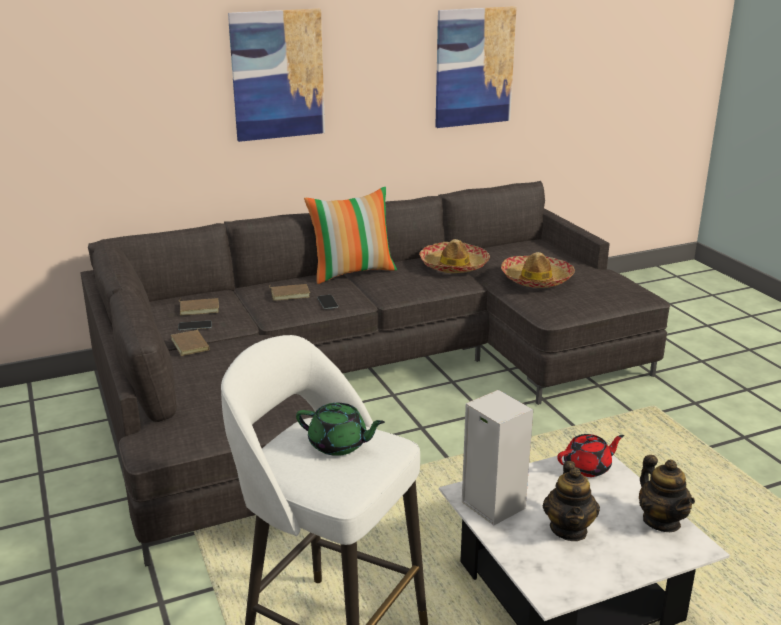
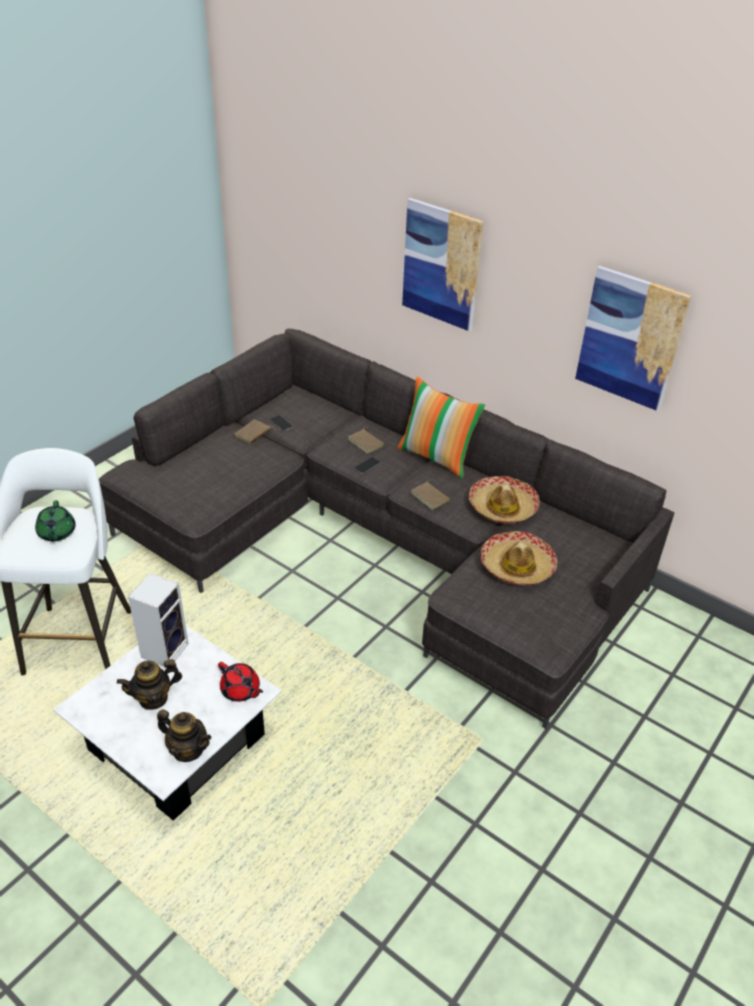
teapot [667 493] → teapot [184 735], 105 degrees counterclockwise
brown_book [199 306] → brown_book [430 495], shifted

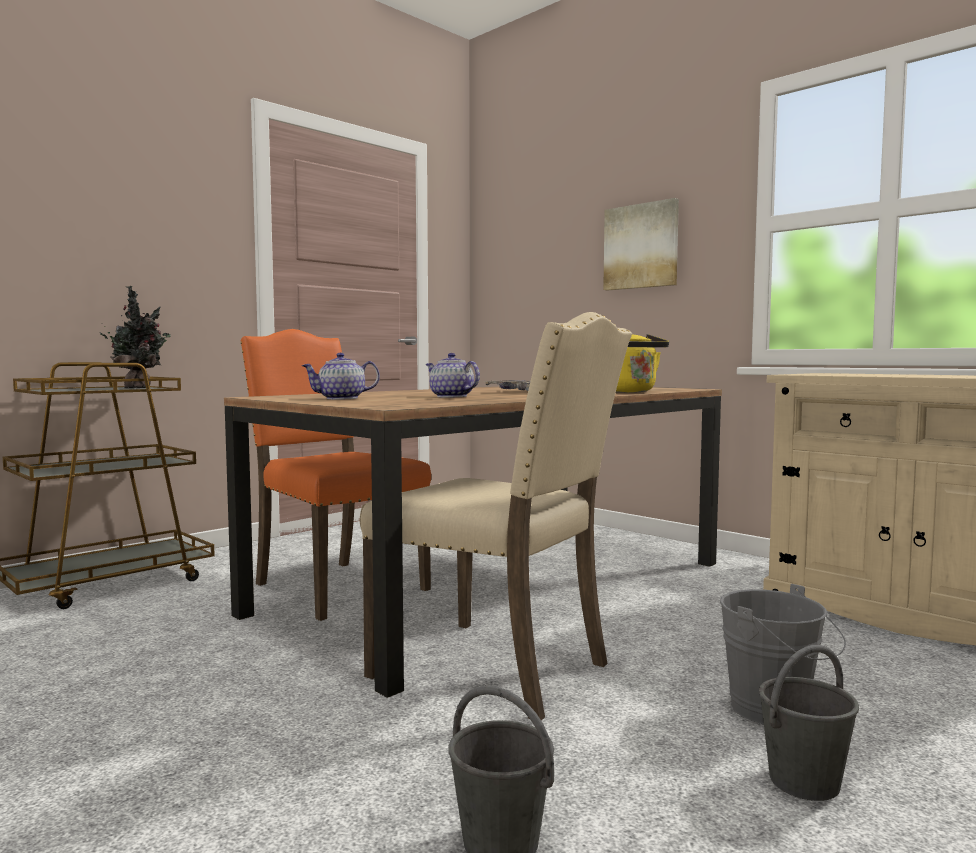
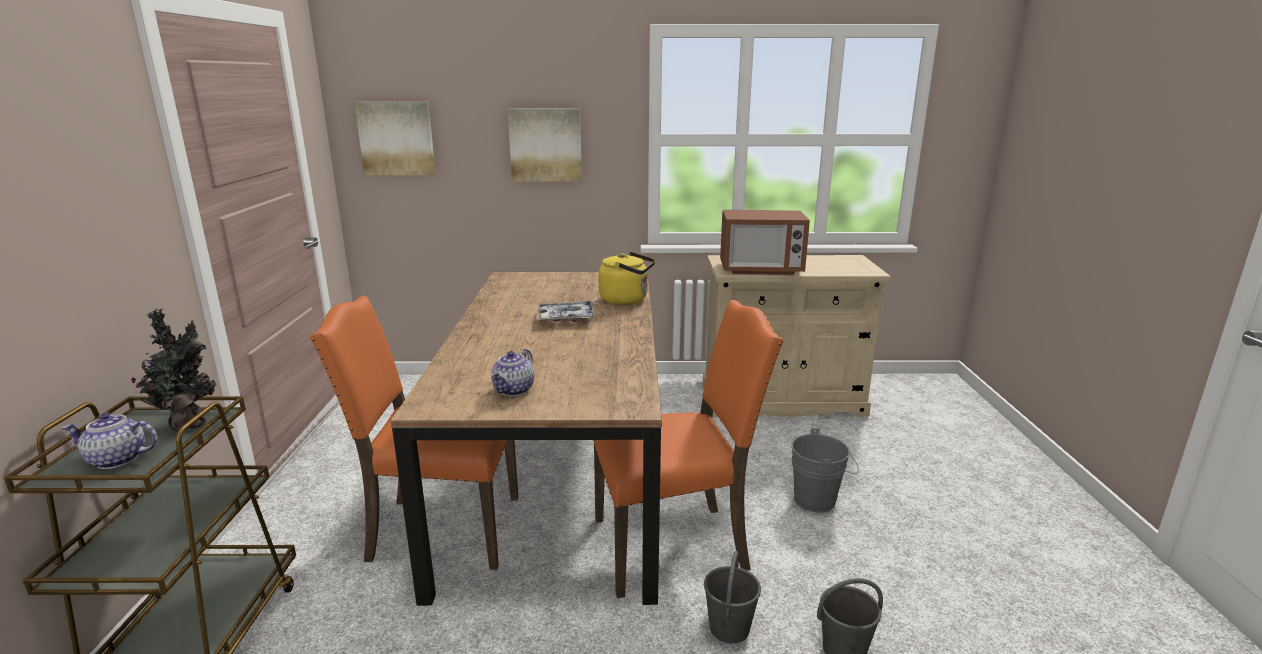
teapot [453 375] → teapot [110 441], shifted
- → picture [395 138]
beige_chair [496 516] → orange_chair [688 449]
grey_bucket [809 723] → grey_bucket [732 597], shifted
- → microwave [765 242]

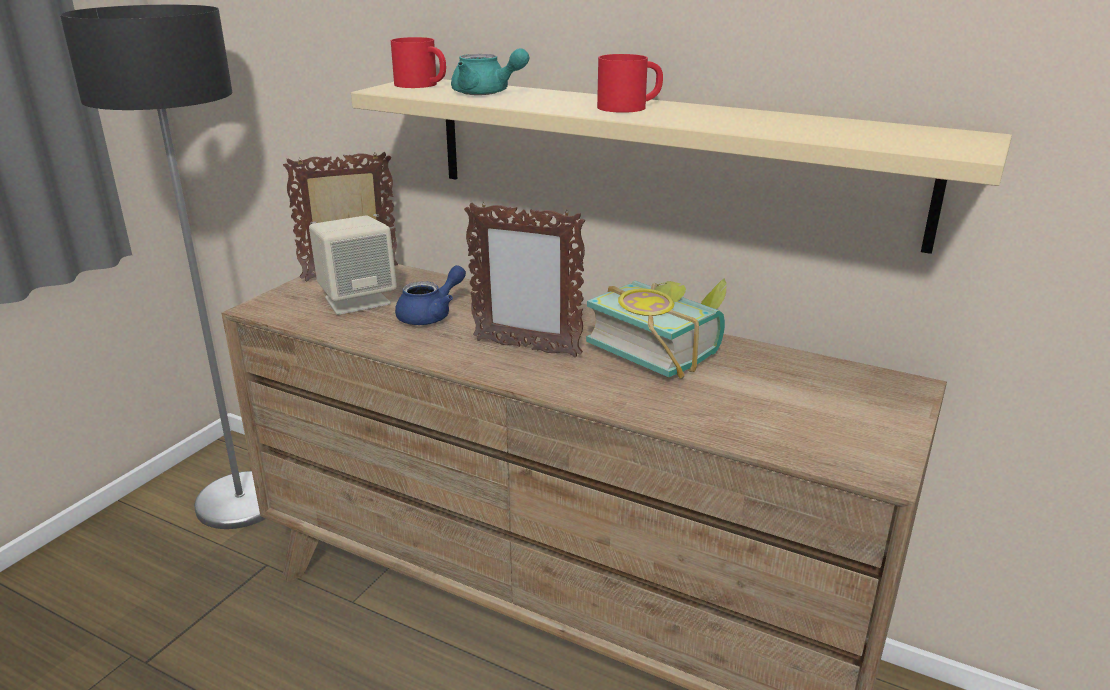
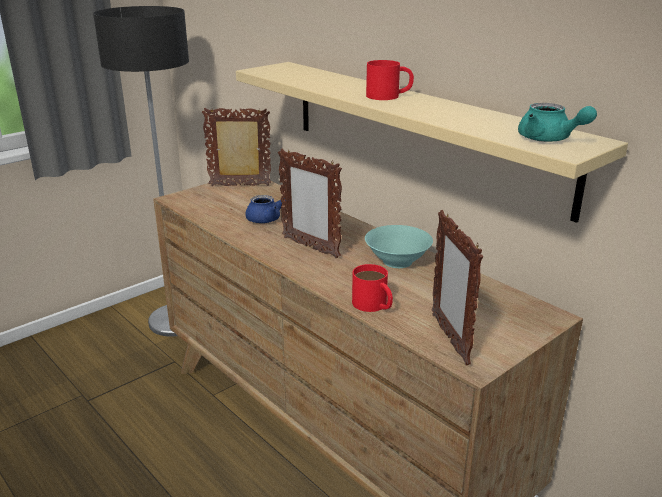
red_mug [418 62] → red_mug [372 288], shifted
book [656 328] → turquoise_bowl [399 246]
- → picture_frame [457 287]
turquoise_teapot [490 71] → turquoise_teapot [557 122], shifted
beige_speaker [353 265] → -

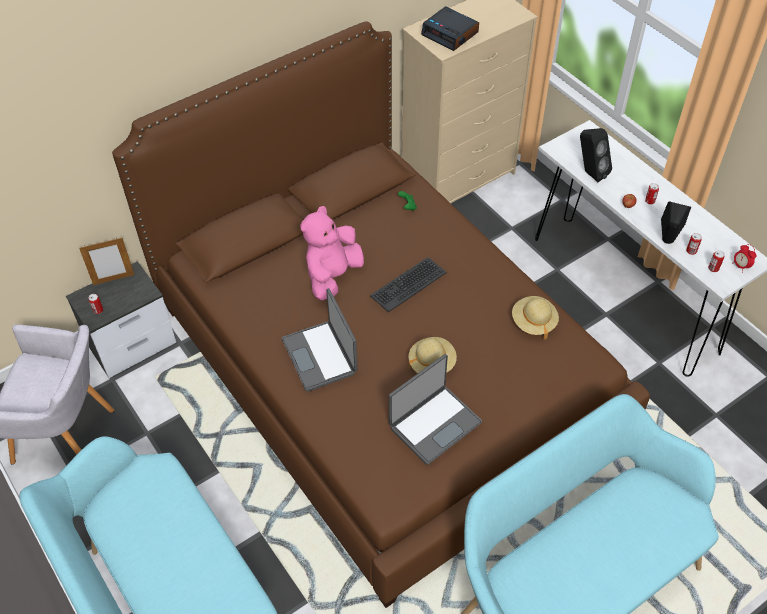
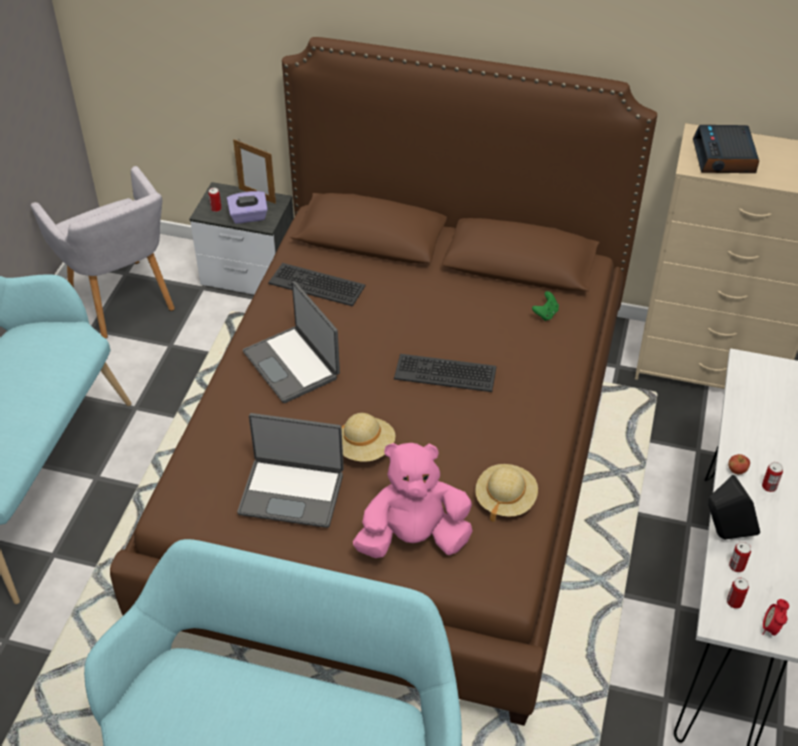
- → purple_tissue_box [247 207]
laptop [320 340] → laptop [291 342], 60 degrees counterclockwise
- → keyboard [317 284]
pink_plush_toy [332 253] → pink_plush_toy [413 500], shifted
black_speaker [596 155] → -

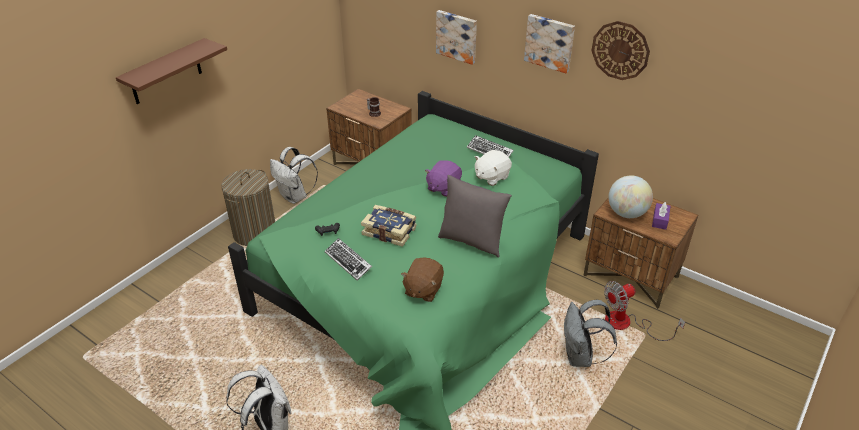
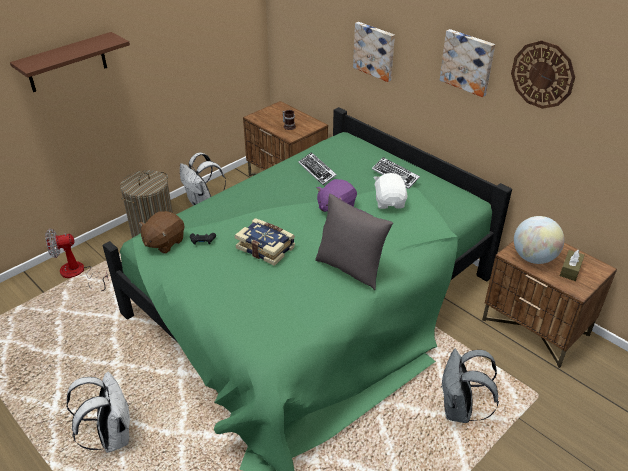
fan [644 311] → fan [77 260], shifted
brown_plush_toy [422 279] → brown_plush_toy [161 232], shifted
keyboard [348 259] → keyboard [317 168], shifted
white_plush_toy [493 168] → white_plush_toy [390 191], 120 degrees clockwise
purple_tissue_box [661 216] → brown_tissue_box [572 265]

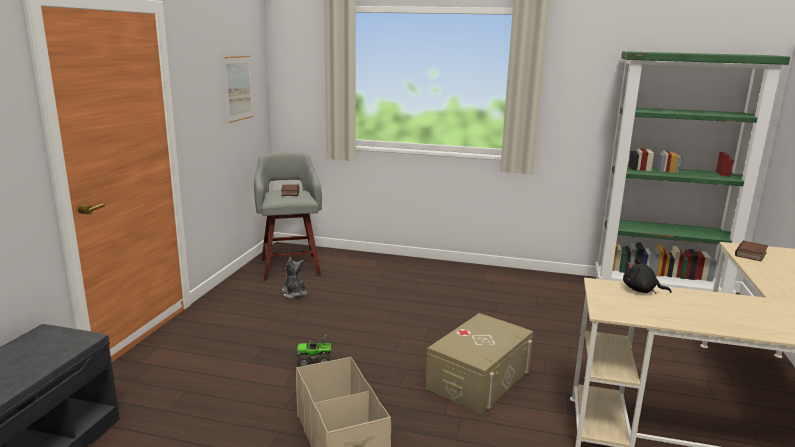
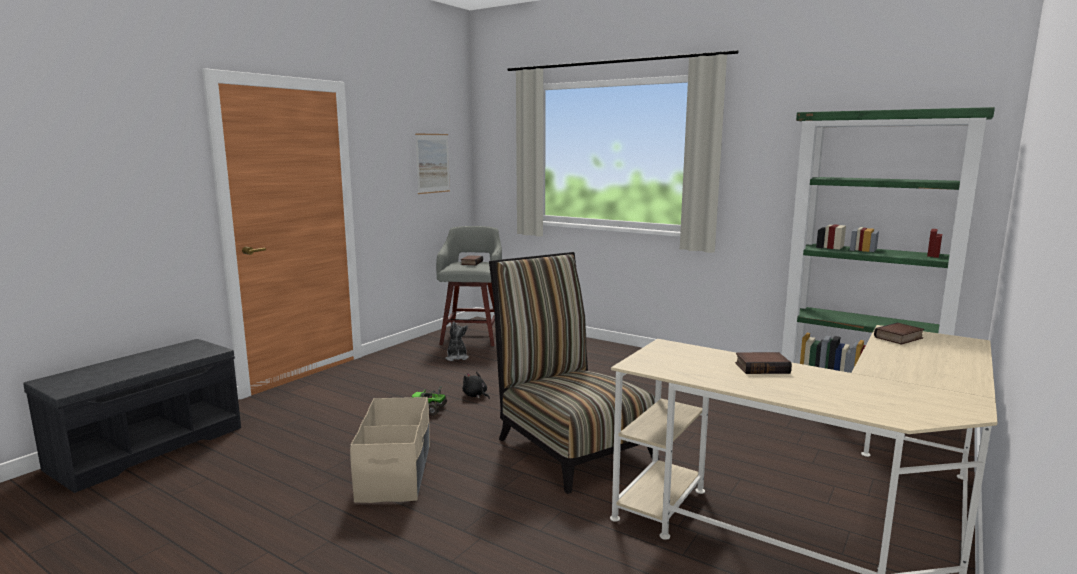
black_plush_toy [647 276] → black_plush_toy [476 385], shifted
beige_storage_box [479 363] → chair [574 373]
- → book [763 363]

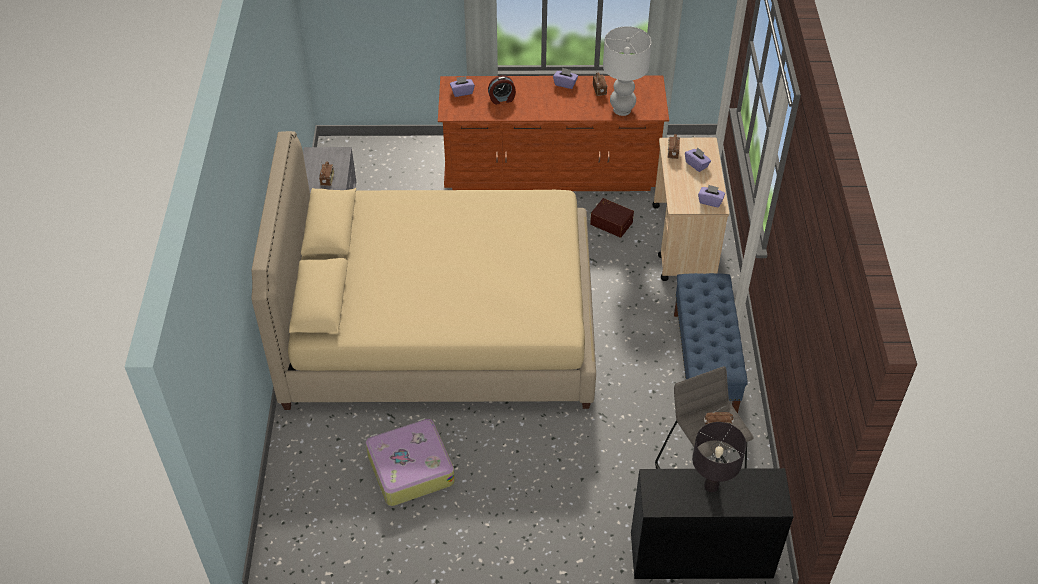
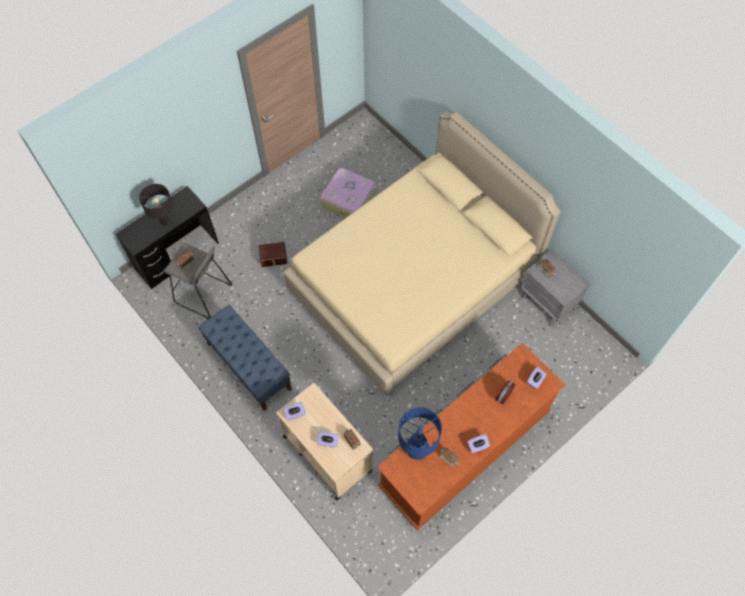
brown_storage_box [612 218] → brown_storage_box [272 254], shifted
white_table_lamp [627 71] → blue_table_lamp [420 433]

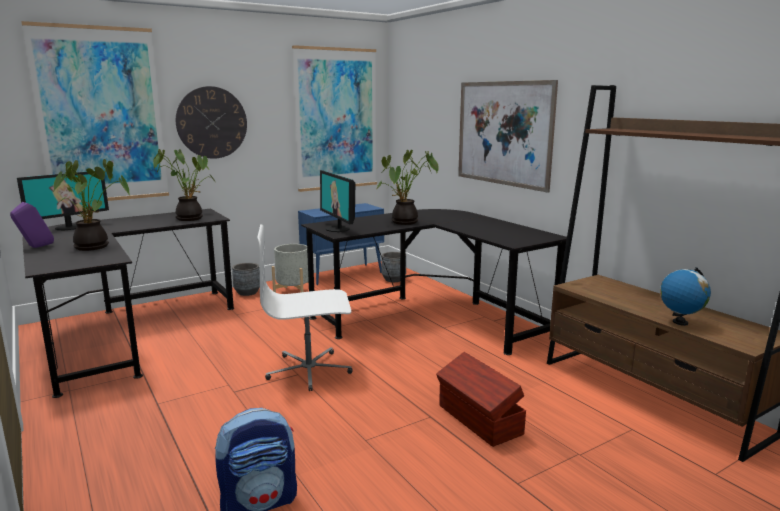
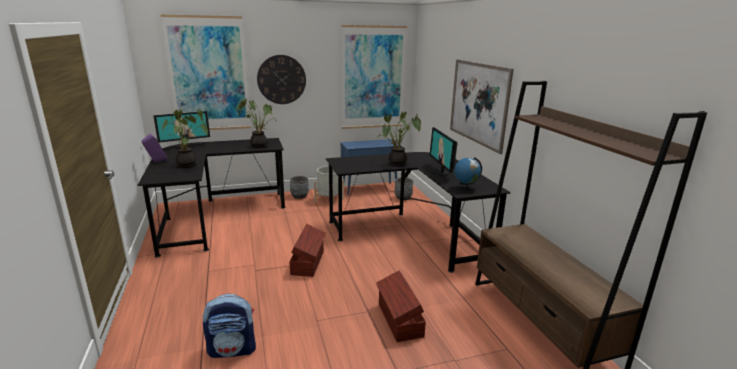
white_office_chair [305 307] → brown_storage_box [307 250]
monitor [337 201] → monitor [443 151], shifted
globe [685 296] → globe [468 173], shifted

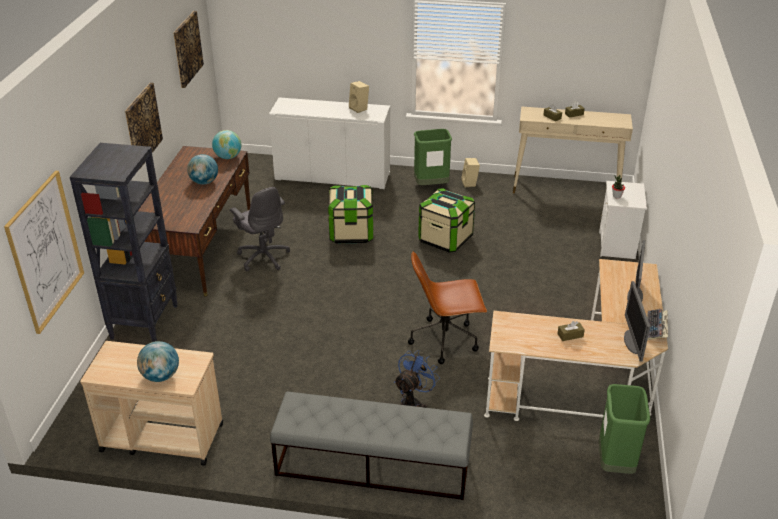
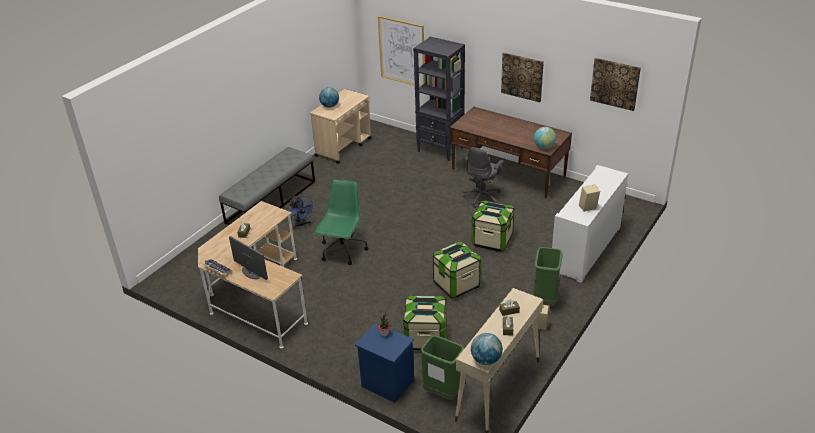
brown_office_chair [447 307] → green_office_chair [342 222]
white_nightstand [623 220] → blue_nightstand [384 363]
- → storage_box [424 322]
green_trash_can [624 429] → green_trash_can [442 367], shifted
grey_office_chair [260 229] → grey_office_chair [483 177], 45 degrees counterclockwise
globe [202 169] → globe [487 349], shifted
monitor [637 321] → -

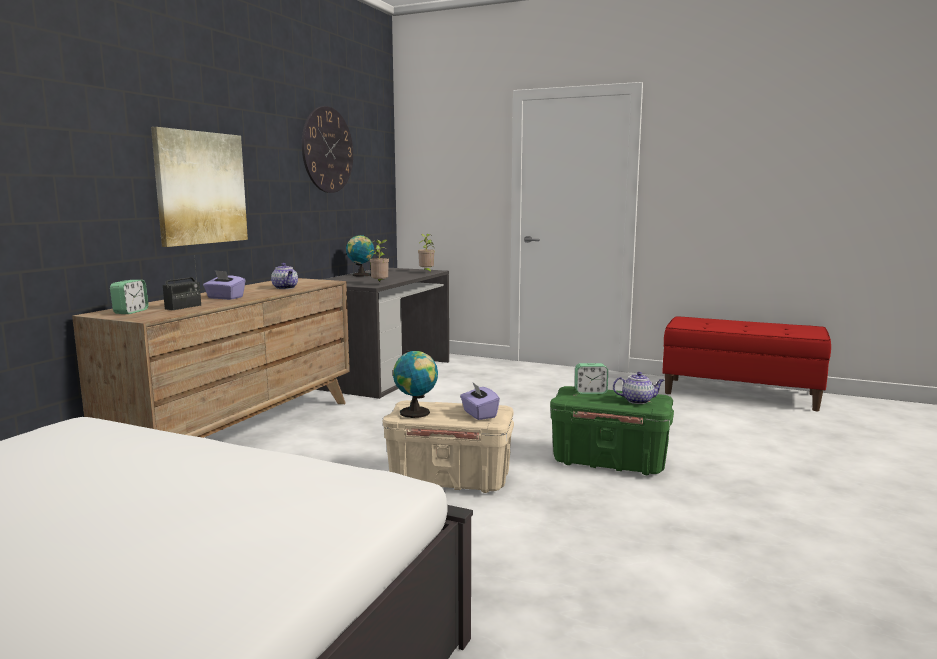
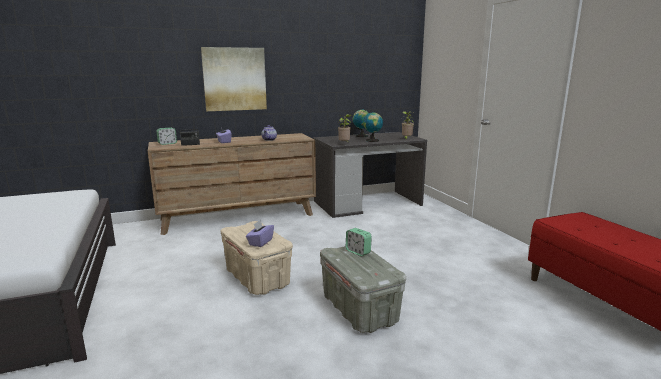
green_storage_box [612 430] → grey_storage_box [363 289]
globe [415 384] → globe [373 127], shifted
wall_clock [327 149] → -
teapot [639 388] → -

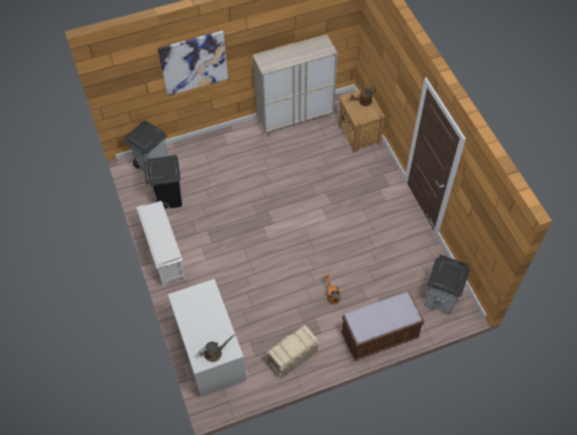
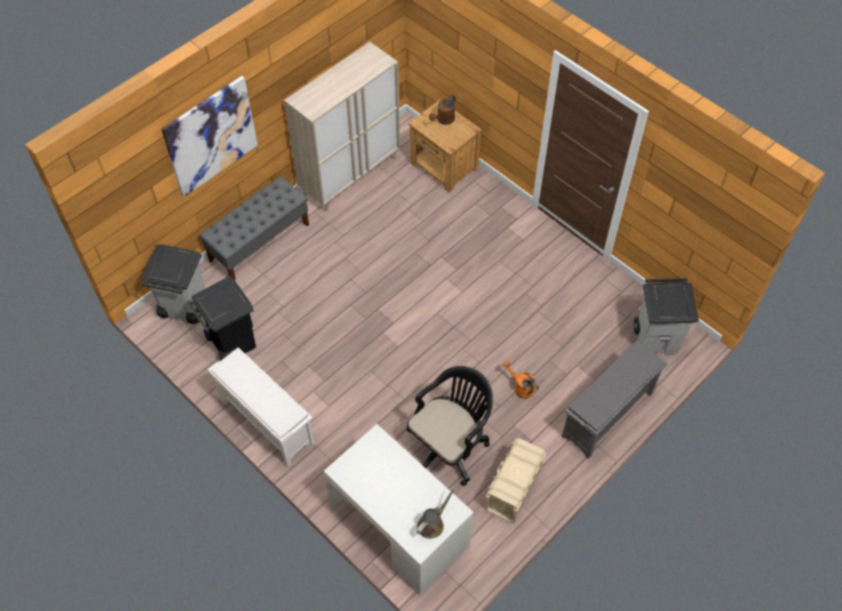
- → grey_bench [254 228]
- → black_office_chair [450 426]
brown_bench [382 326] → grey_shoe_rack [615 399]

